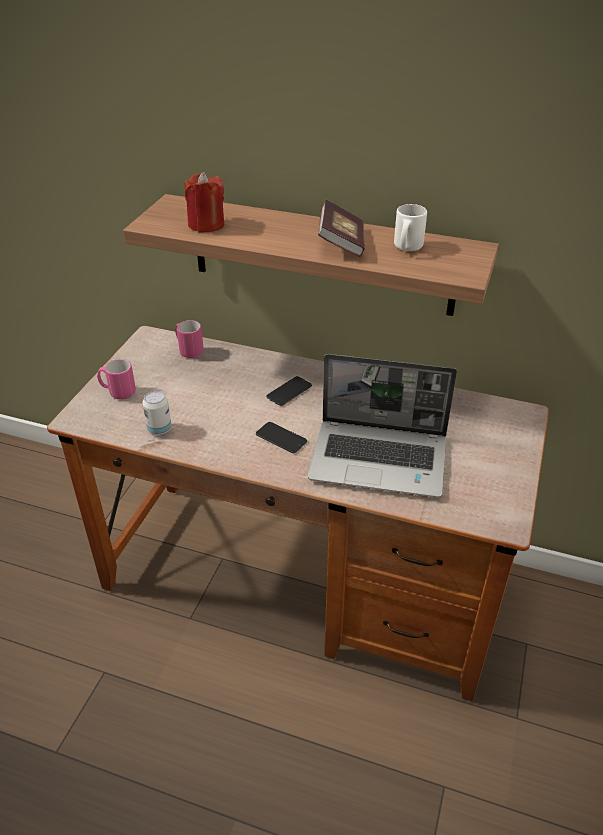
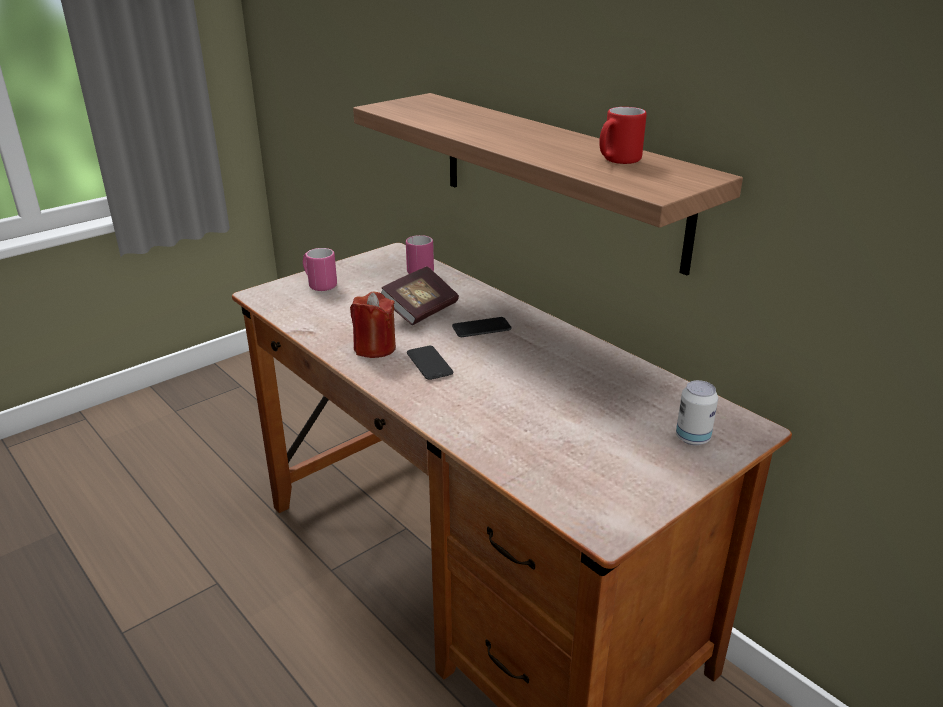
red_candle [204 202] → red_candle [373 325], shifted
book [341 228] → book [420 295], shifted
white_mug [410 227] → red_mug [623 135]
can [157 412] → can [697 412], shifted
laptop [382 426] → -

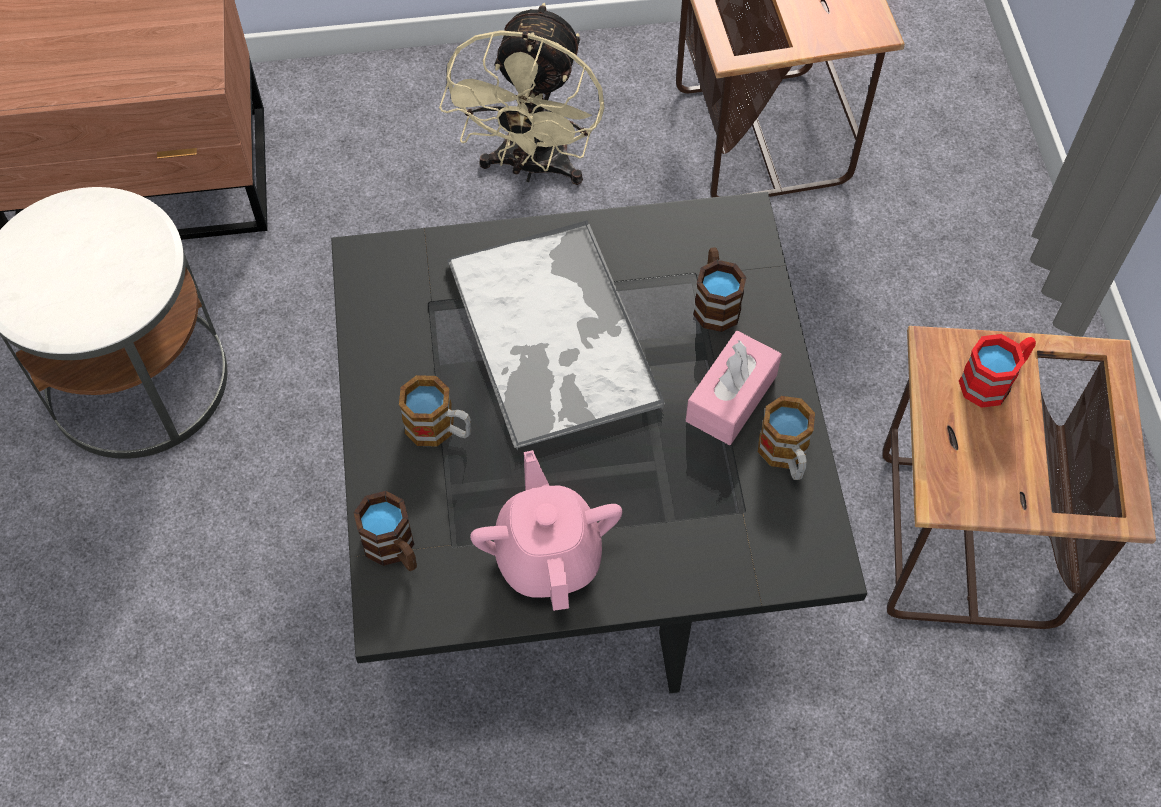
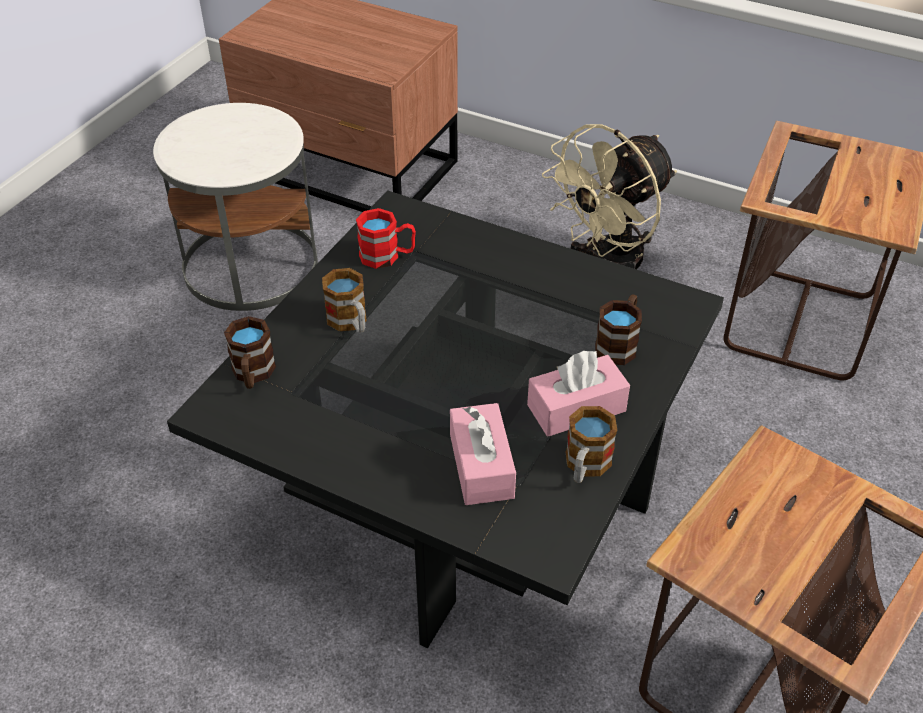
red_mug [997 371] → red_mug [386 238], shifted
- → pink_tissue_box [483 454]
tray [556 335] → -
pink_teapot [546 530] → -

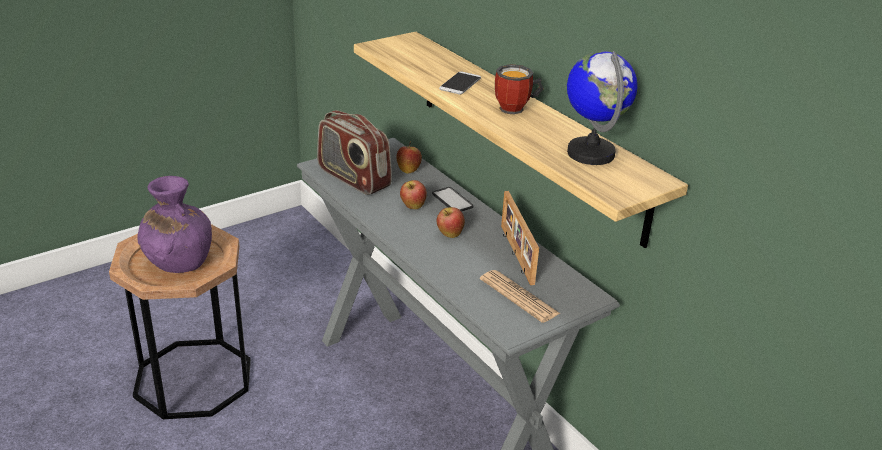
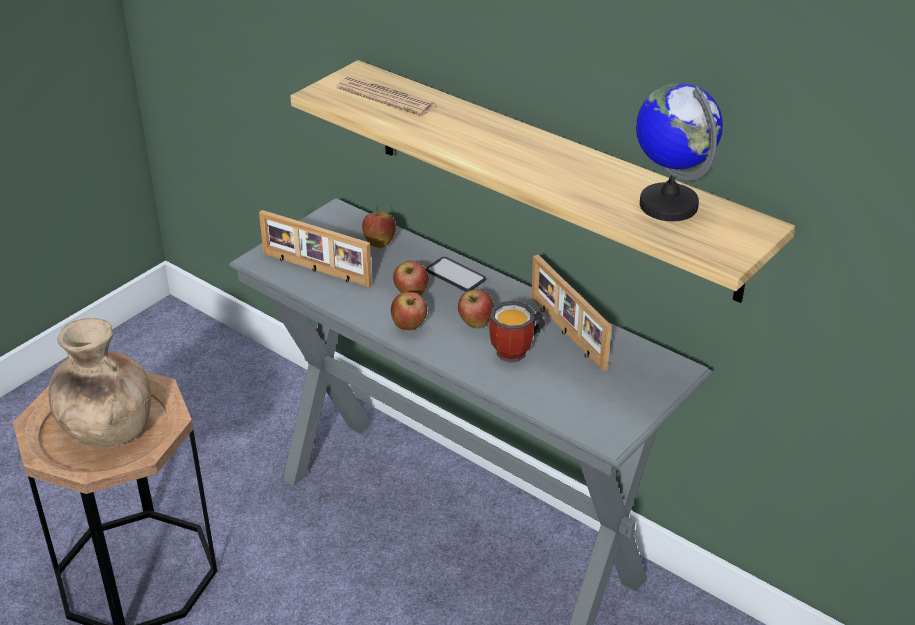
purple_vase [174 224] → brown_vase [99 382]
radio [354 152] → picture_frame [315 248]
newspaper [520 296] → newspaper [387 96], shifted
- → apple [409 311]
mug [519 89] → mug [517 332], shifted
phone [460 82] → -

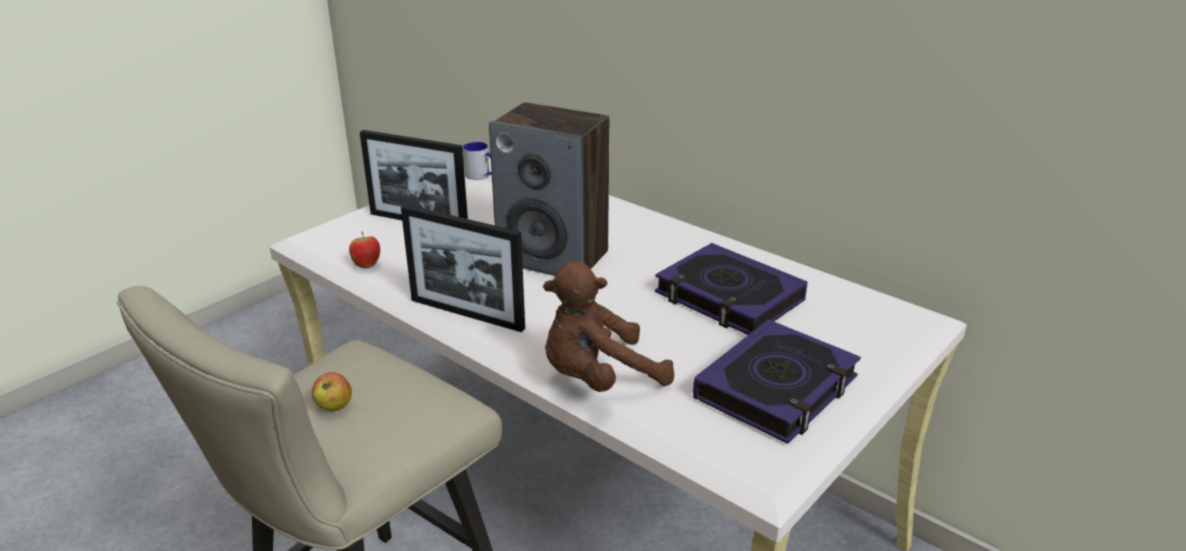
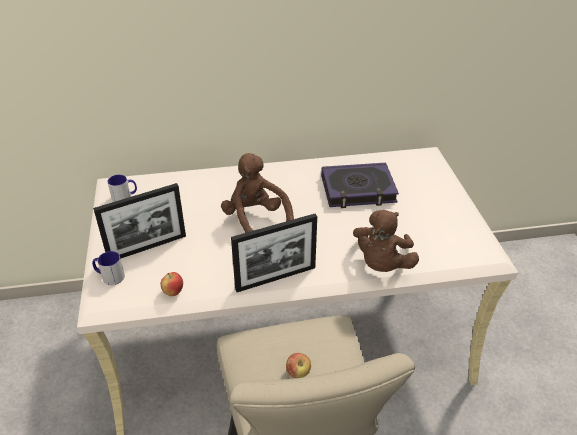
- → mug [108 268]
speaker [549 189] → brown_plush_toy [257 193]
book [777 381] → -

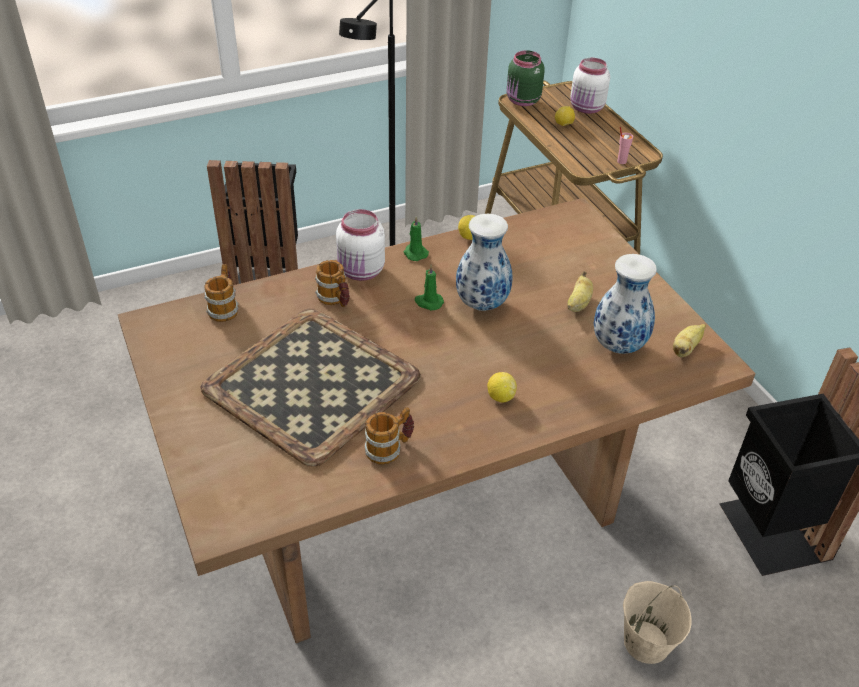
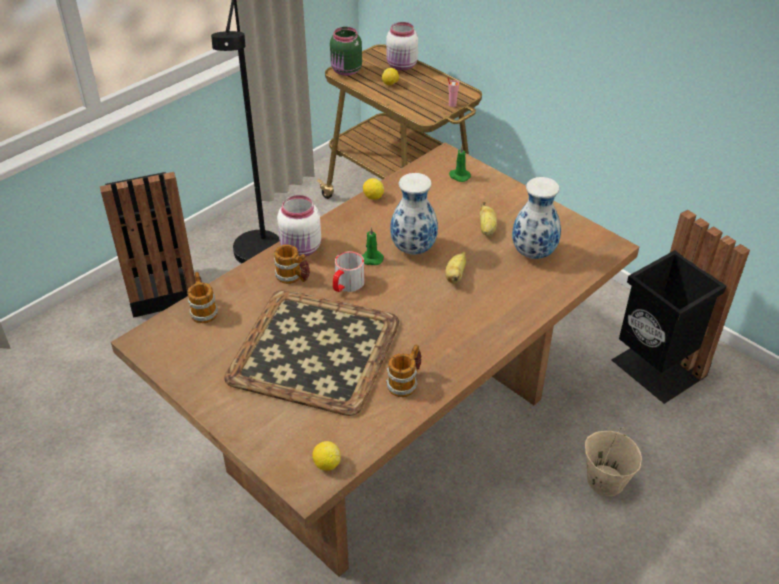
lemon [502 387] → lemon [326 455], shifted
- → mug [349 271]
banana [689 340] → banana [455 268], shifted
green_candle [416 238] → green_candle [460 164], shifted

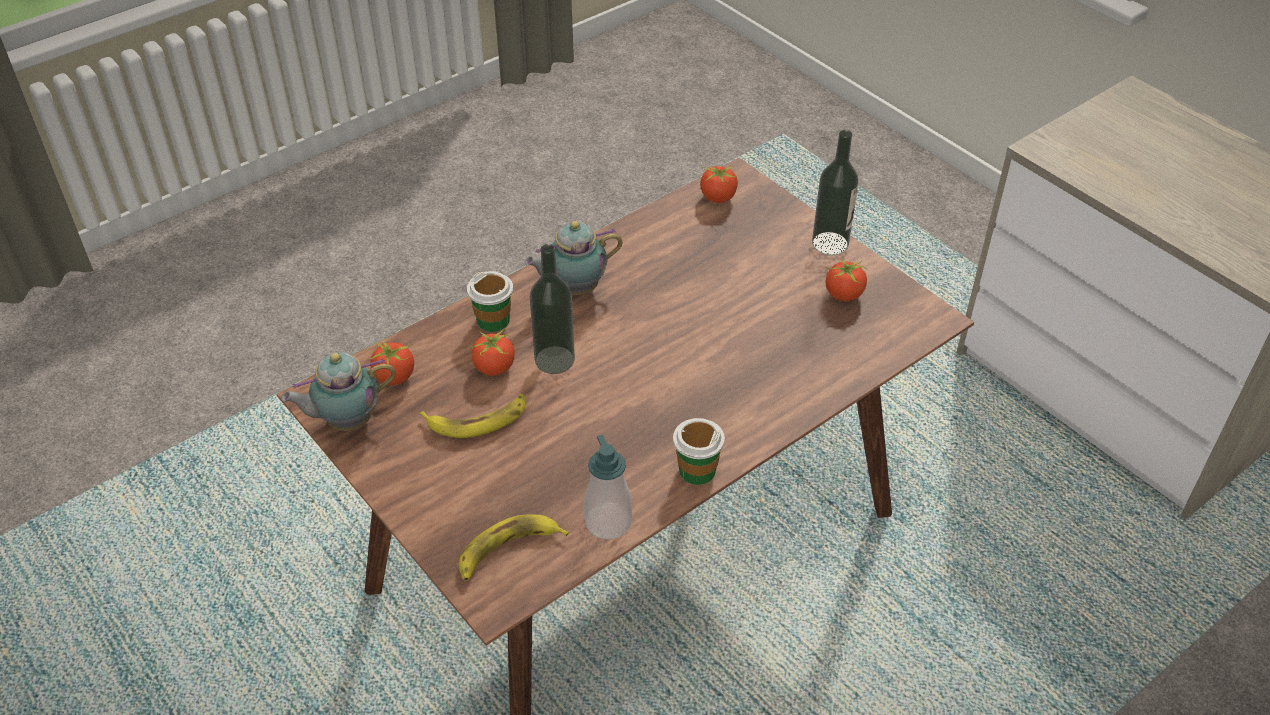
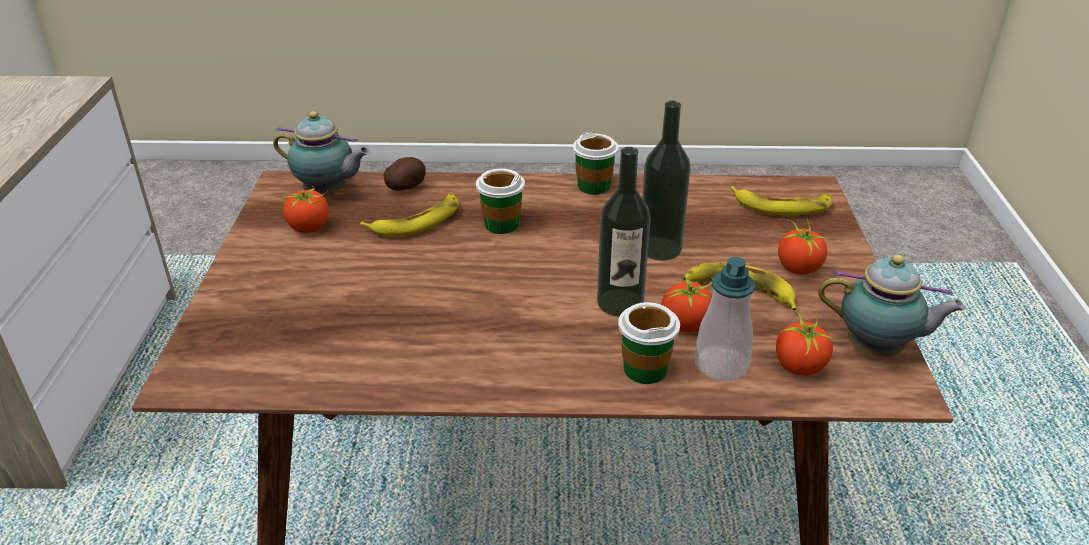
teapot [573 258] → teapot [321 153], shifted
- → banana [409 215]
- → potato [405 174]
- → cup [500 201]
bottle [835 192] → bottle [666 180], shifted
soap_dispenser [608 487] → soap_dispenser [725 319], shifted
tomato [720 183] → tomato [804 246], shifted

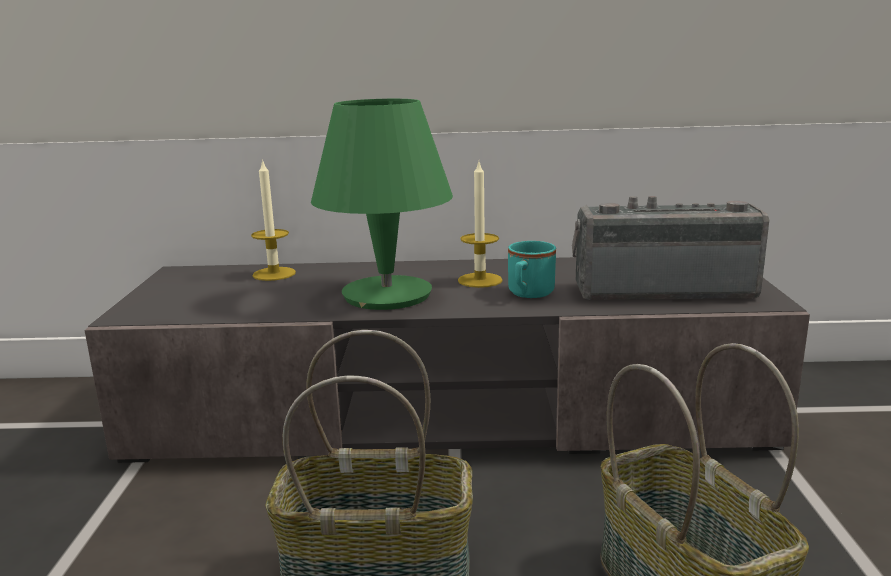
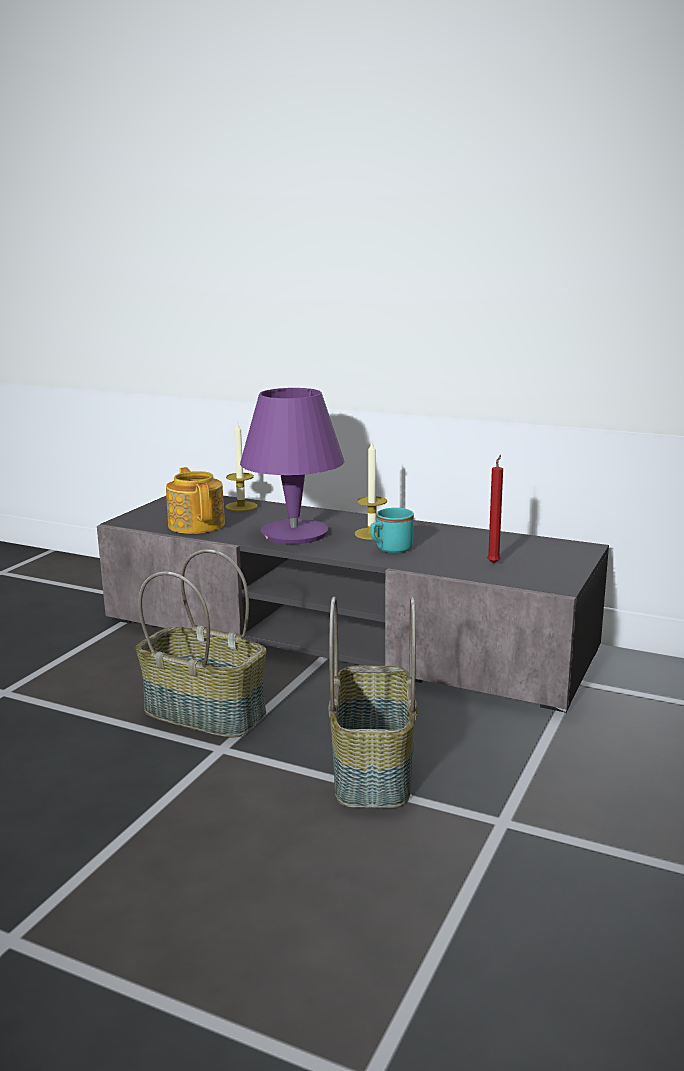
- → teapot [195 500]
green_table_lamp [382 204] → purple_table_lamp [292 466]
radio [670 248] → red_candle [495 509]

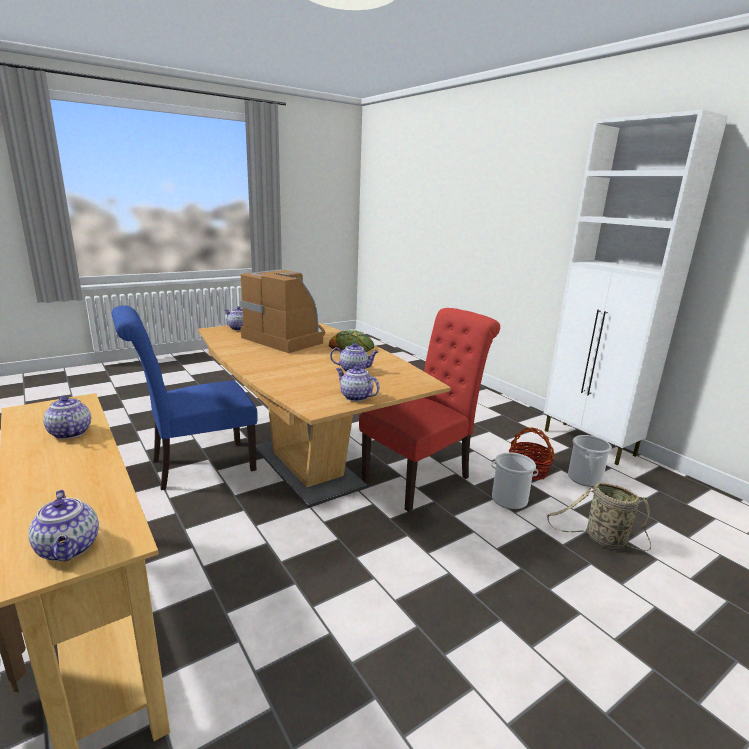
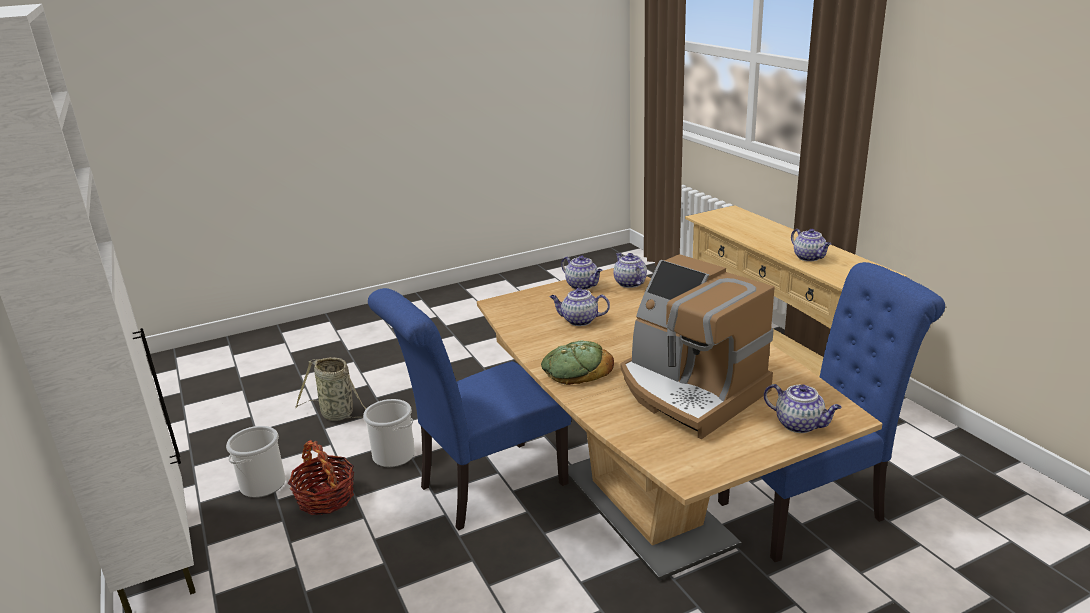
red_chair [429 410] → blue_chair [470 409]
teapot [63 525] → teapot [630 270], shifted

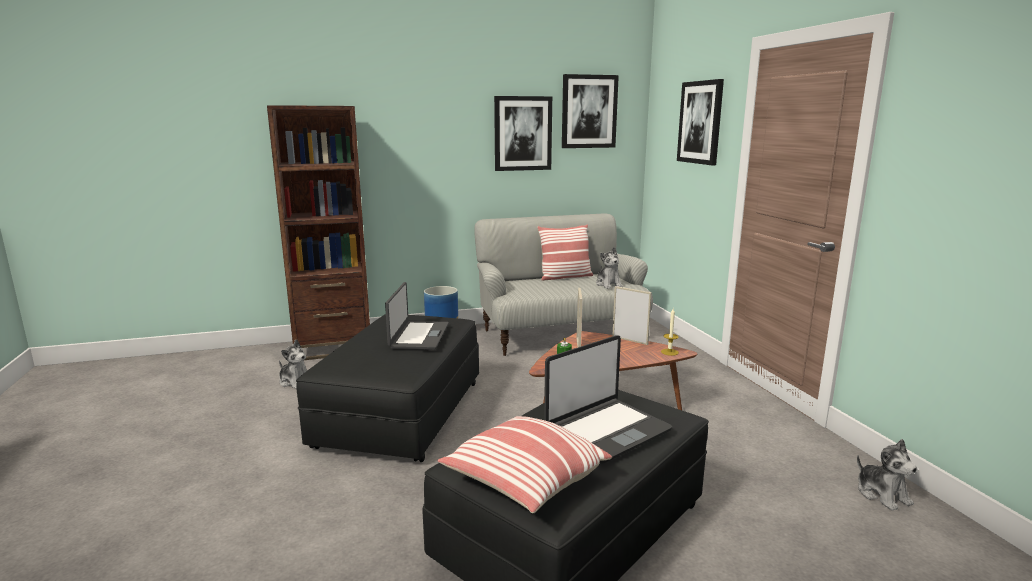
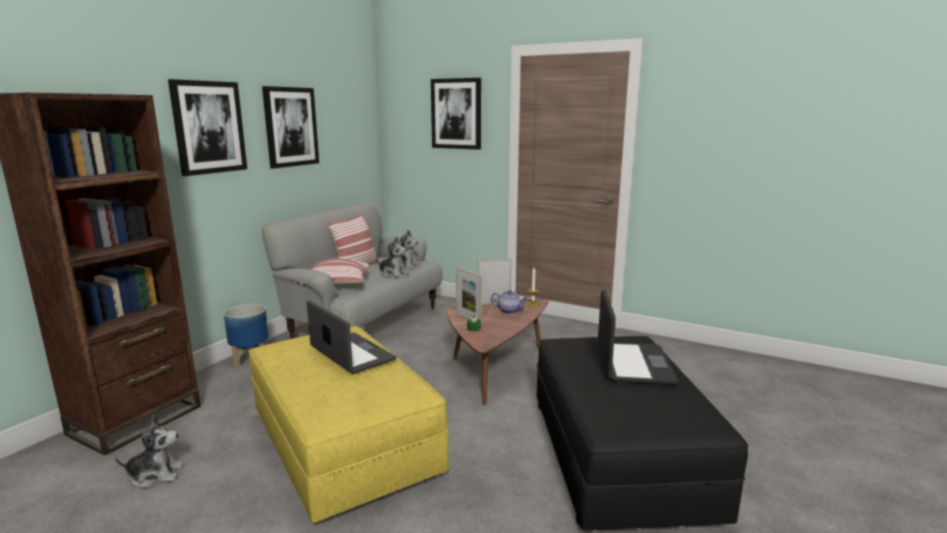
picture [590 111] → picture [207 127], shifted
black_ottoman [387 388] → yellow_ottoman [349 425]
pillow [524 464] → pillow [335 272], shifted
plush_toy [887 475] → plush_toy [392 257], shifted
- → teapot [510 302]

